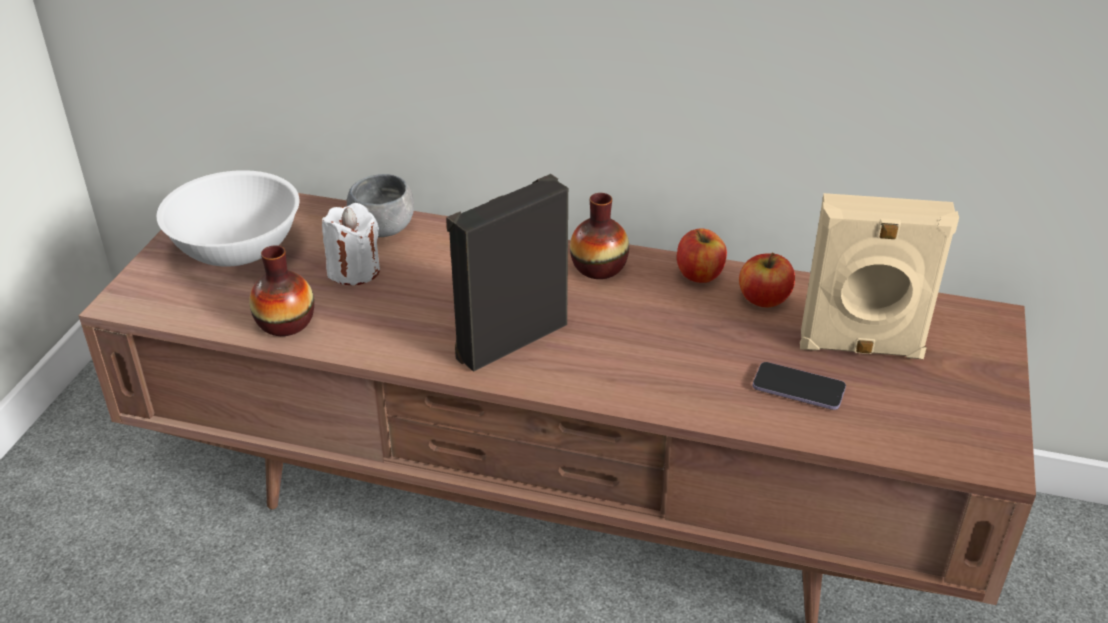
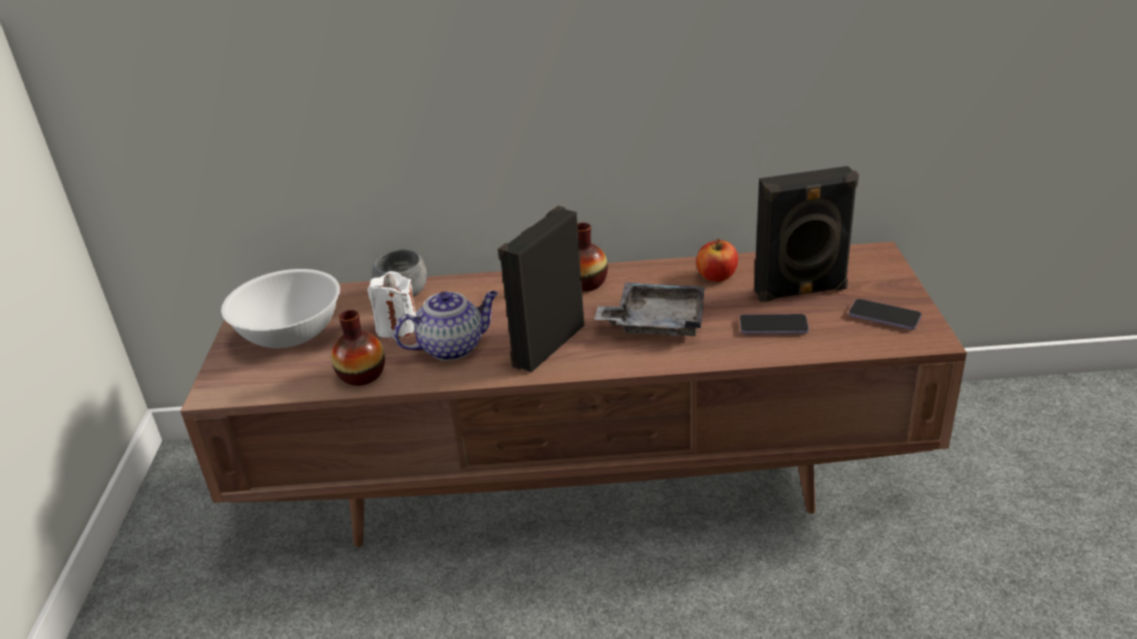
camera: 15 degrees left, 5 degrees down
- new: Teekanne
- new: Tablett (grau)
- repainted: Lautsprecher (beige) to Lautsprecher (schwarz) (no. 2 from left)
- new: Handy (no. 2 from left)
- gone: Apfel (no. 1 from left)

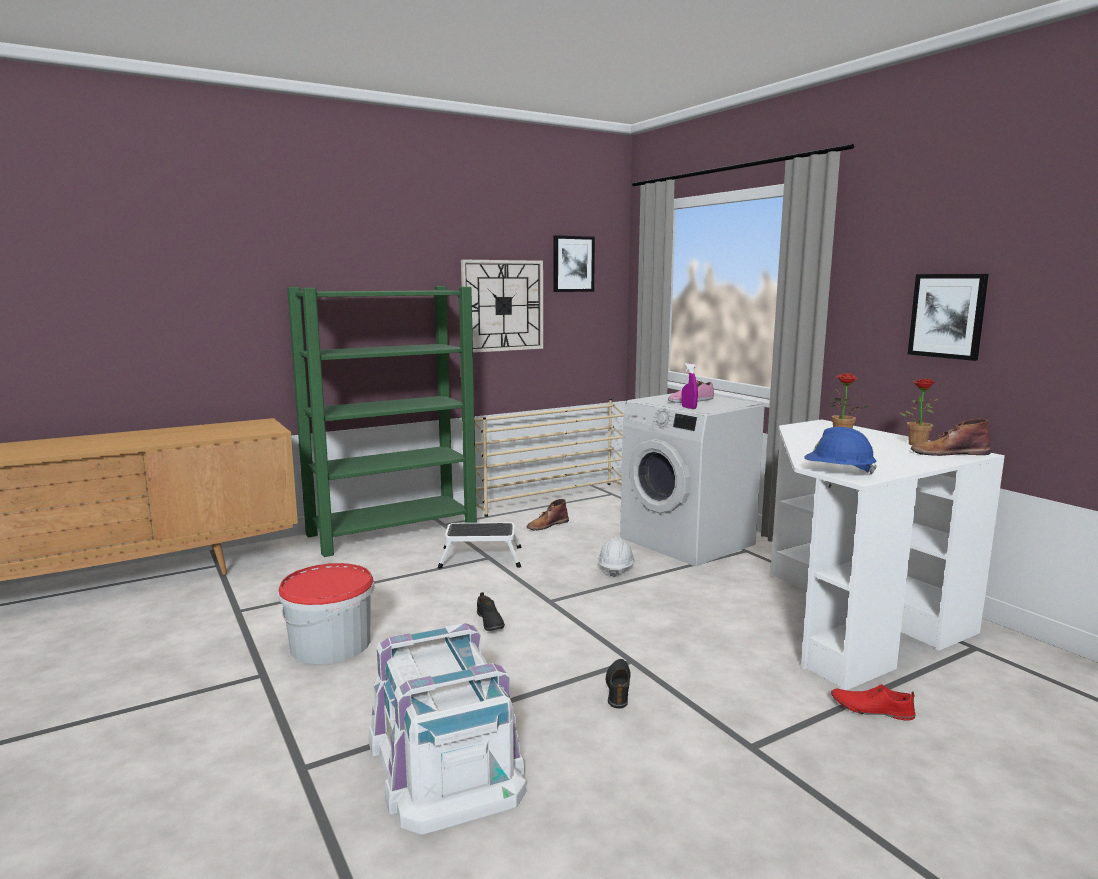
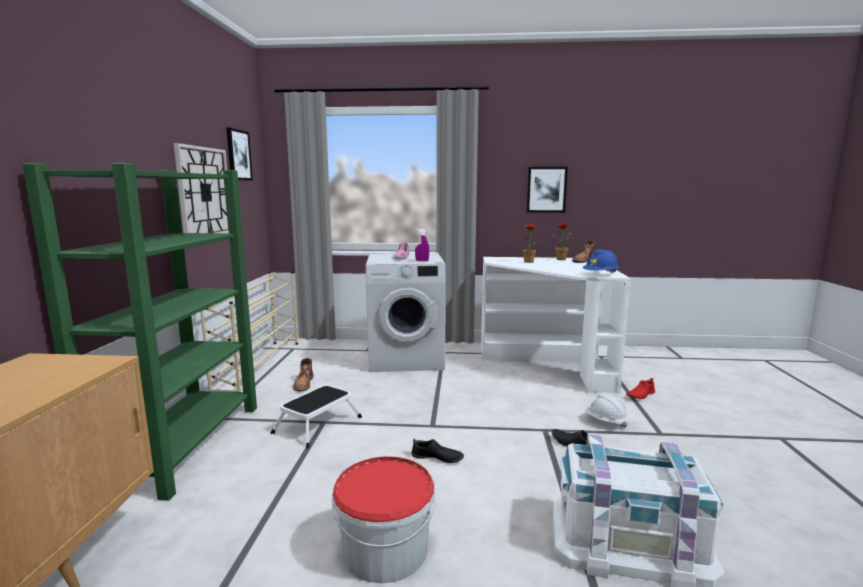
camera: 55 degrees left, 0 degrees up
- shifted: Schutzhelm (weiß)

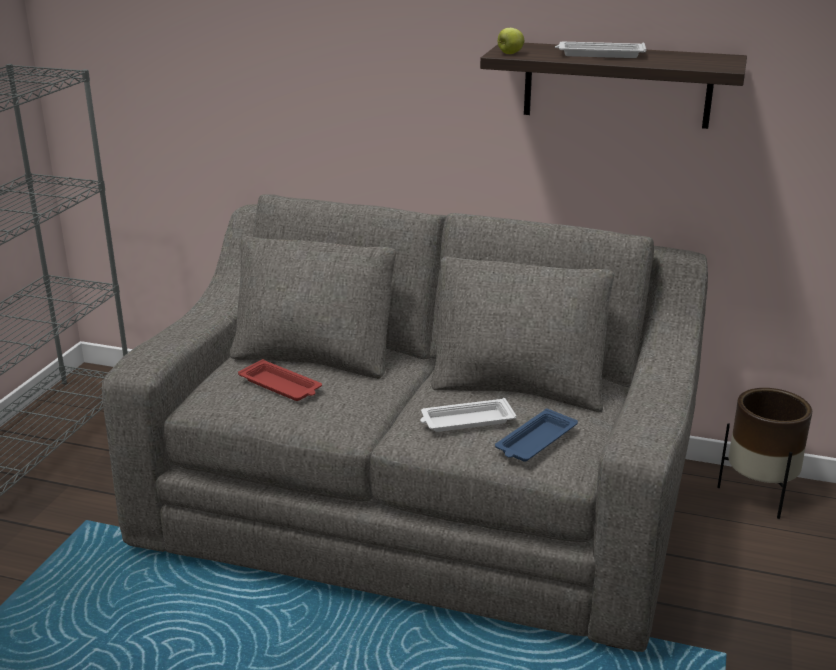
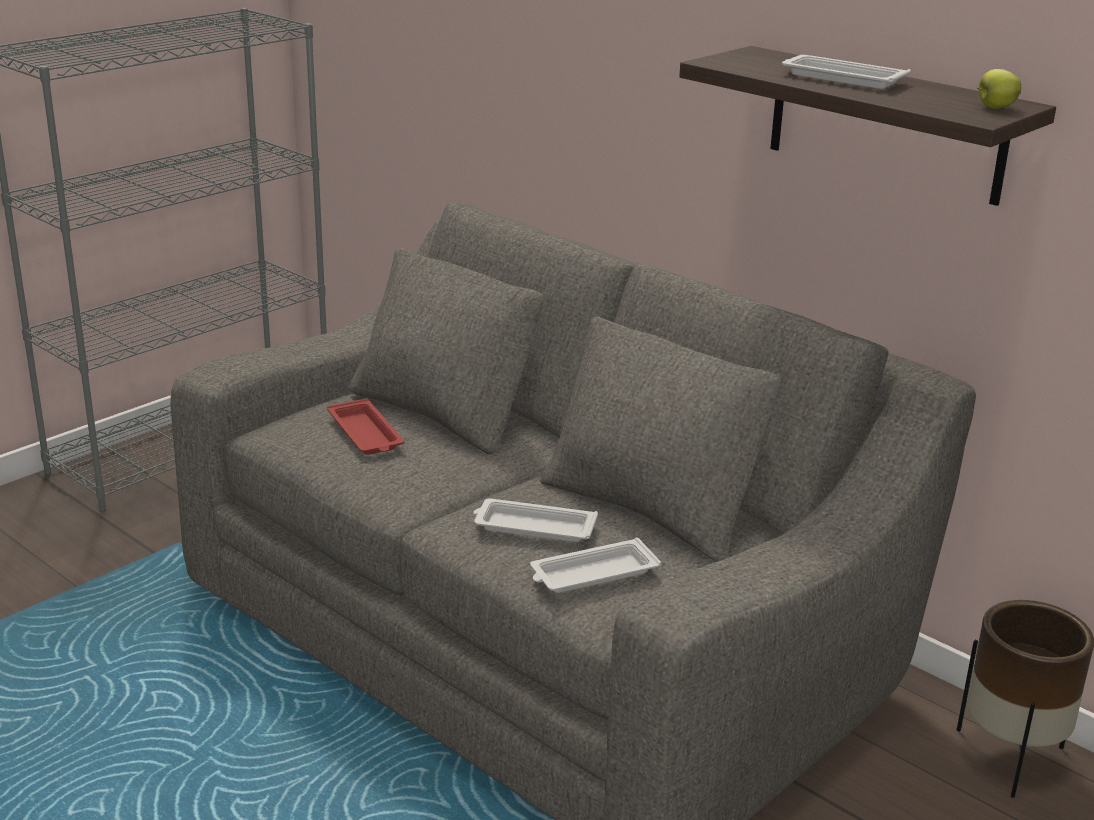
camera: 25 degrees right, 0 degrees up
- repainted: Tablett (blau) to Tablett (weiß) (no. 2 from left)
- shifted: Apfel

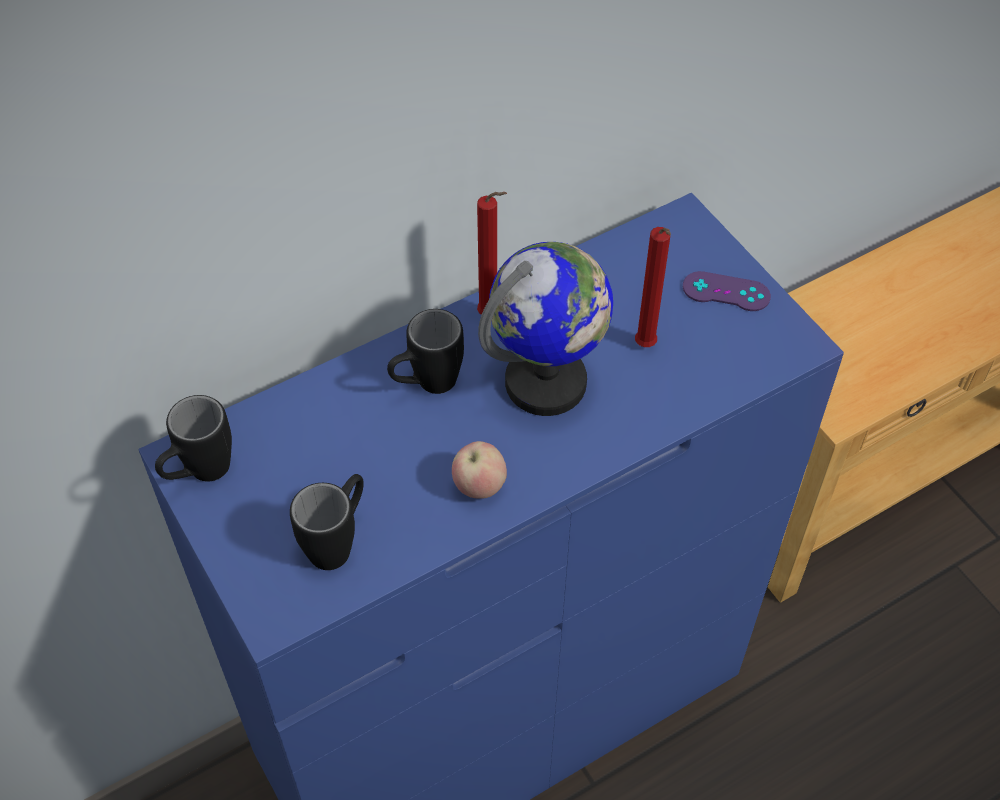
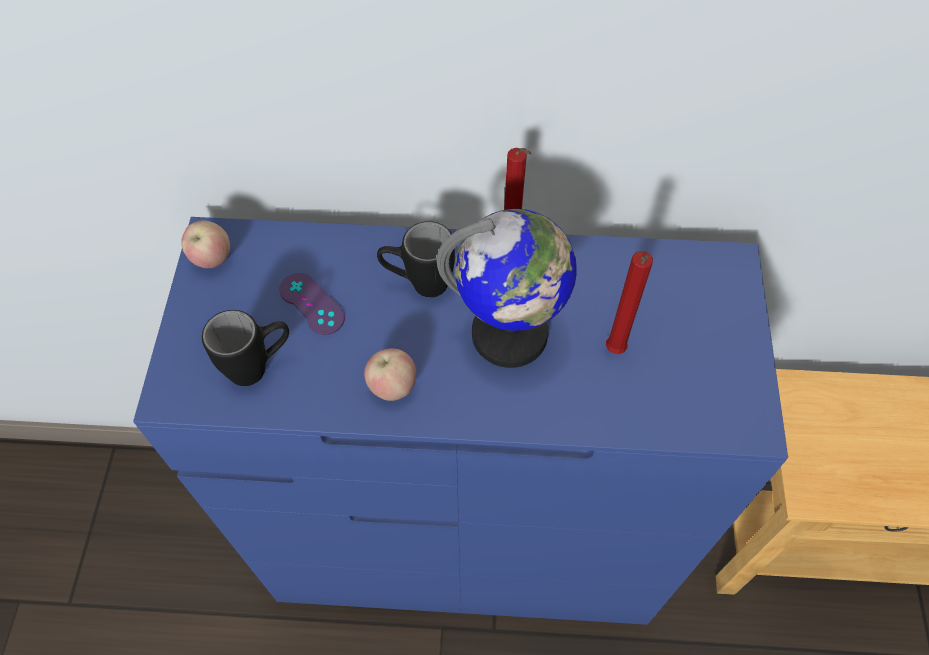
camera: 35 degrees right, 5 degrees up
- swapped: Henkelbecher (schwarz) (no. 1 from left) to Apfel (no. 1 from left)
- shifted: Gamepad (lila)

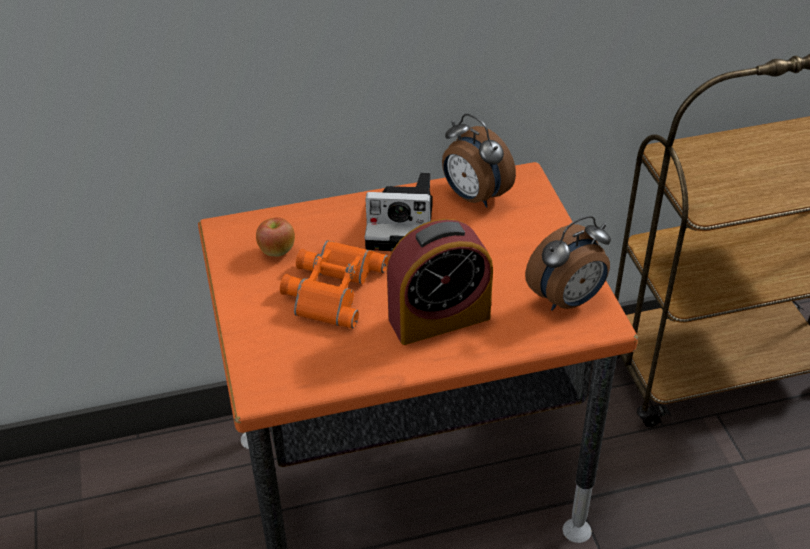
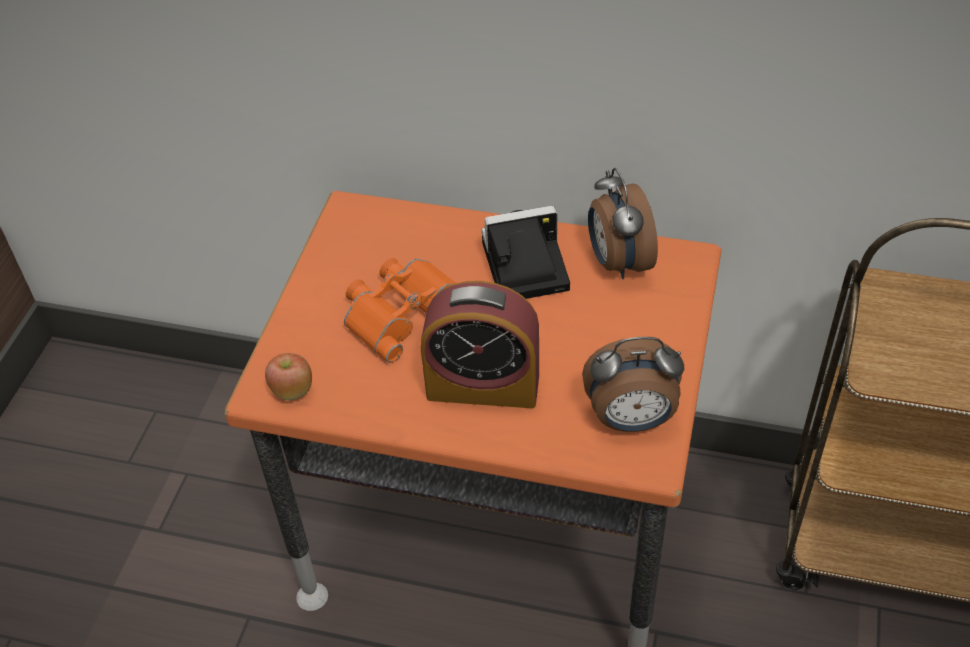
camera: 30 degrees right, 5 degrees up
- shifted: Apfel
- rotated: Kamera 135 degrees clockwise

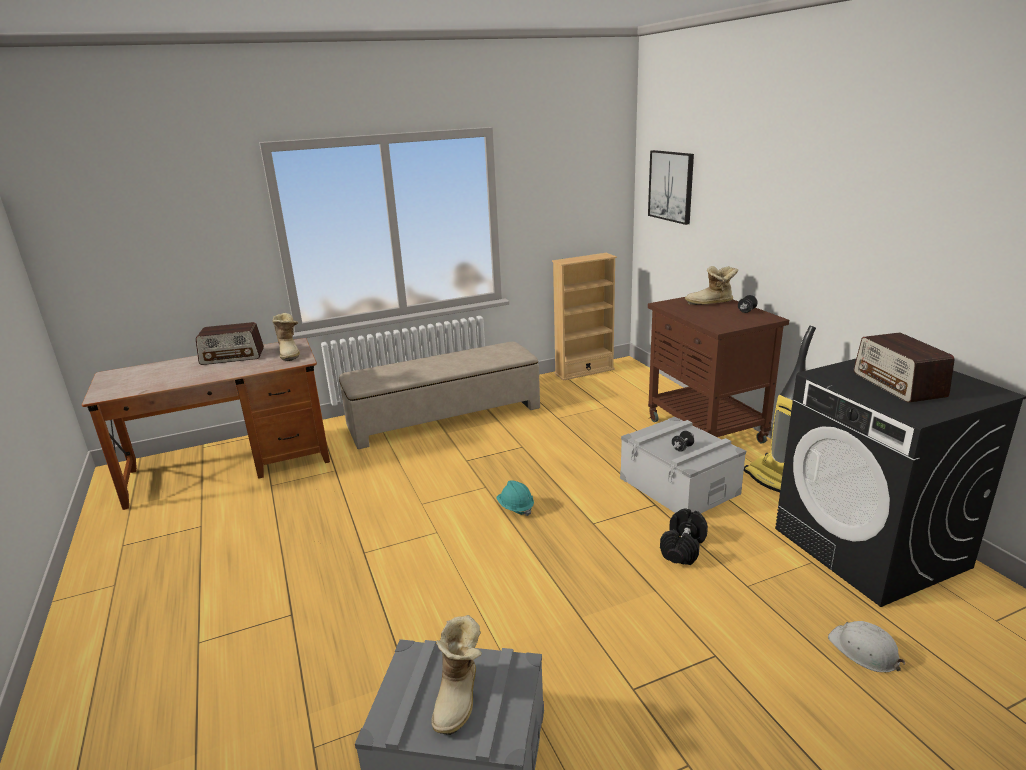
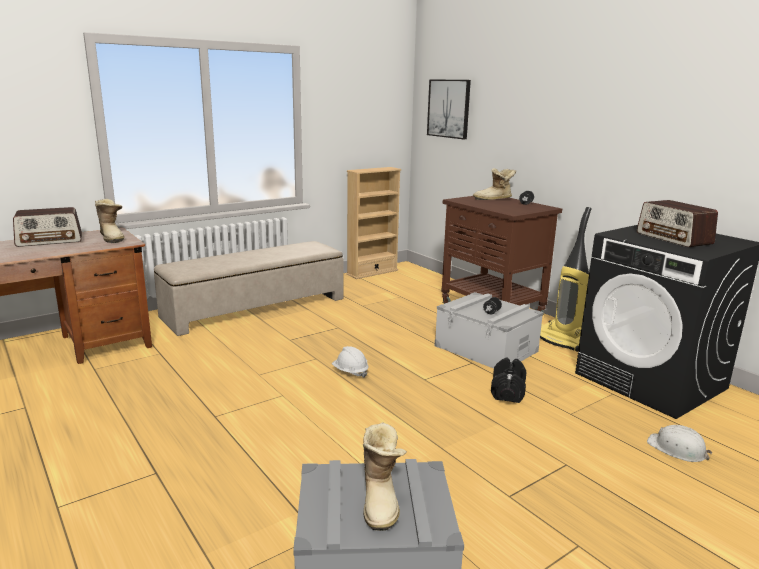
camera: 15 degrees left, 5 degrees down
- repainted: Schutzhelm (türkis) to Schutzhelm (weiß) (no. 1 from left)

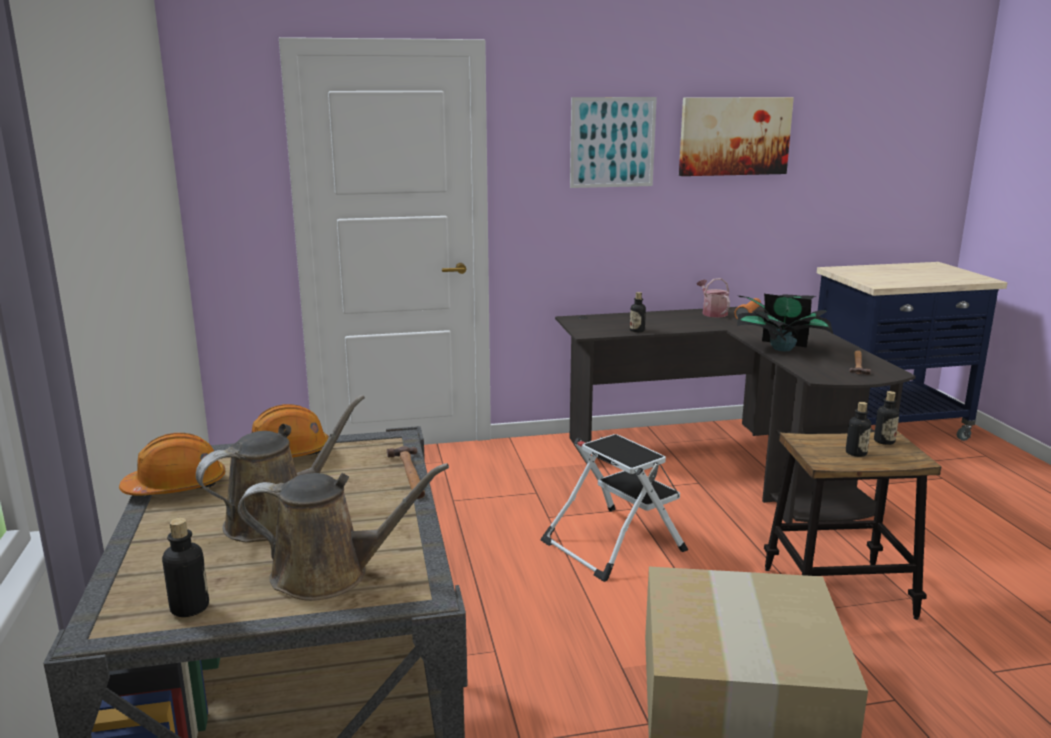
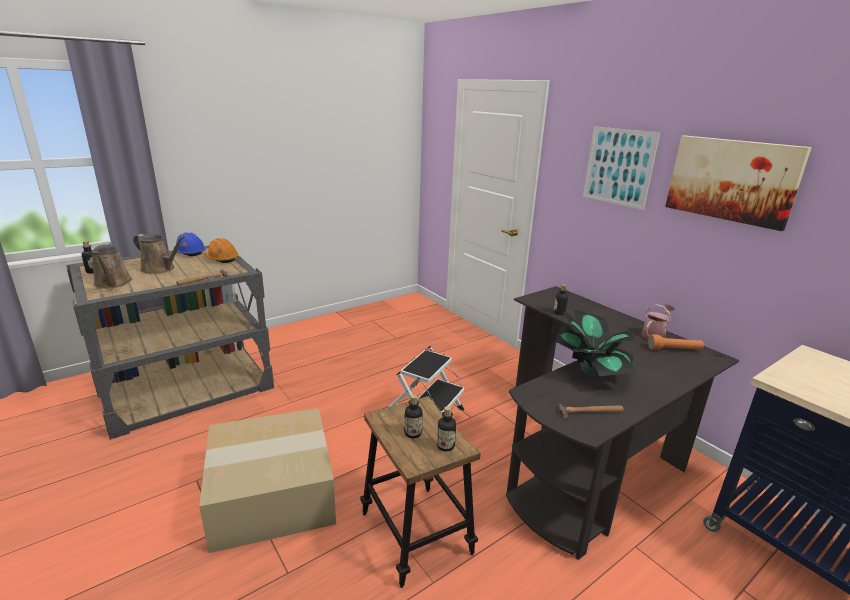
camera: 65 degrees right, 5 degrees up
- repainted: Schutzhelm (orange) (no. 1 from left) to Schutzhelm (blau)

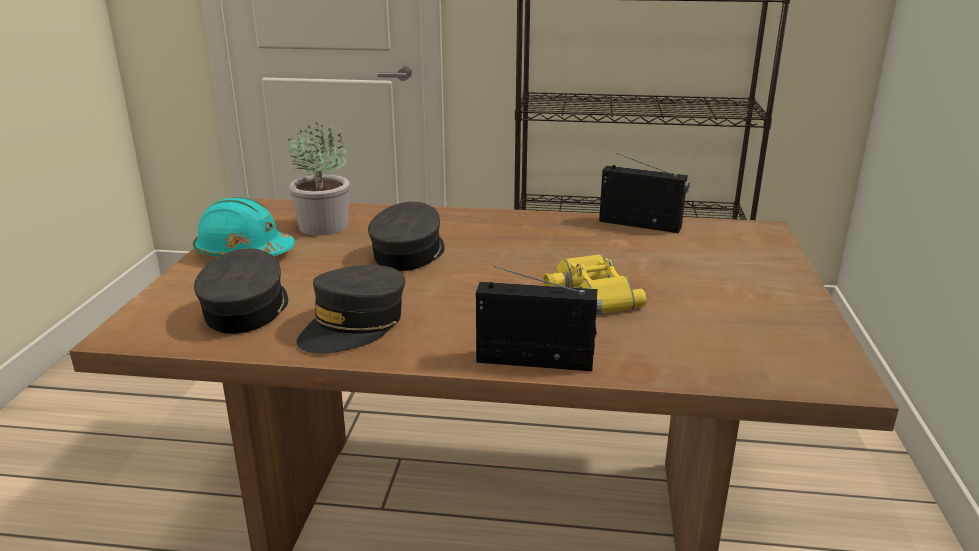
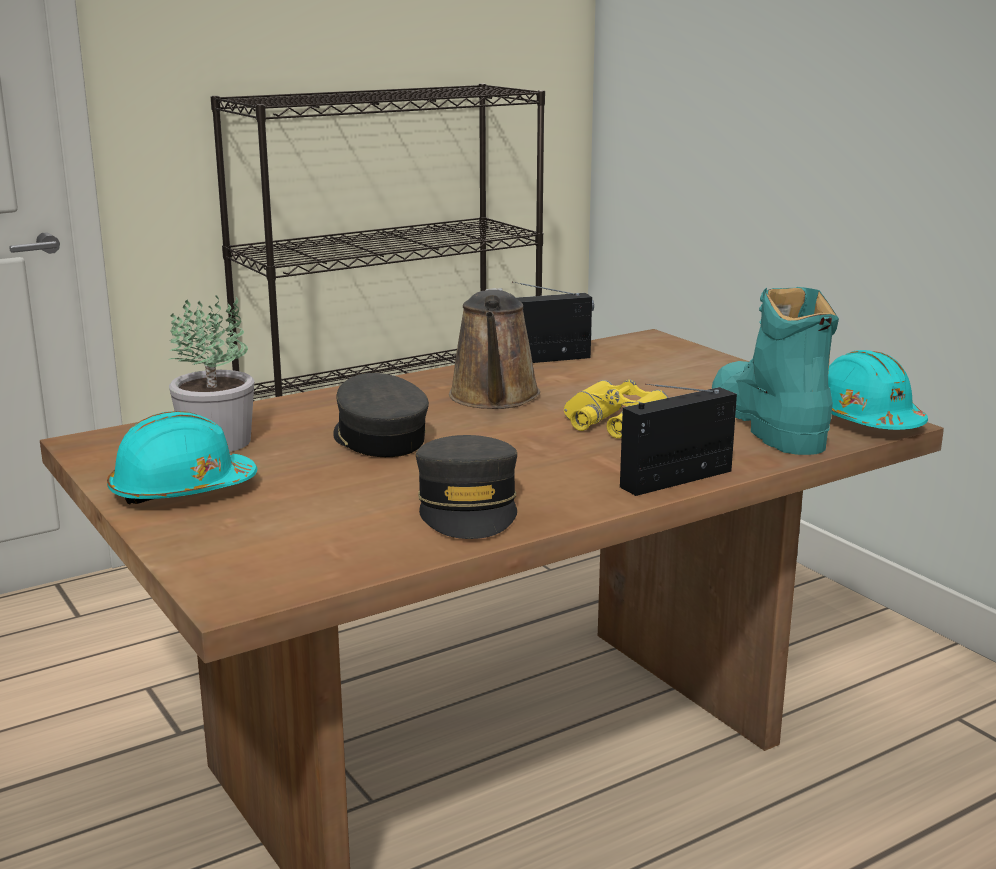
camera: 40 degrees left, 5 degrees down
- new: Gießkanne (braun)
- new: Stiefel (türkis)
- new: Schutzhelm (türkis) (no. 2 from left)
- gone: Kappe (grau) (no. 1 from left)

